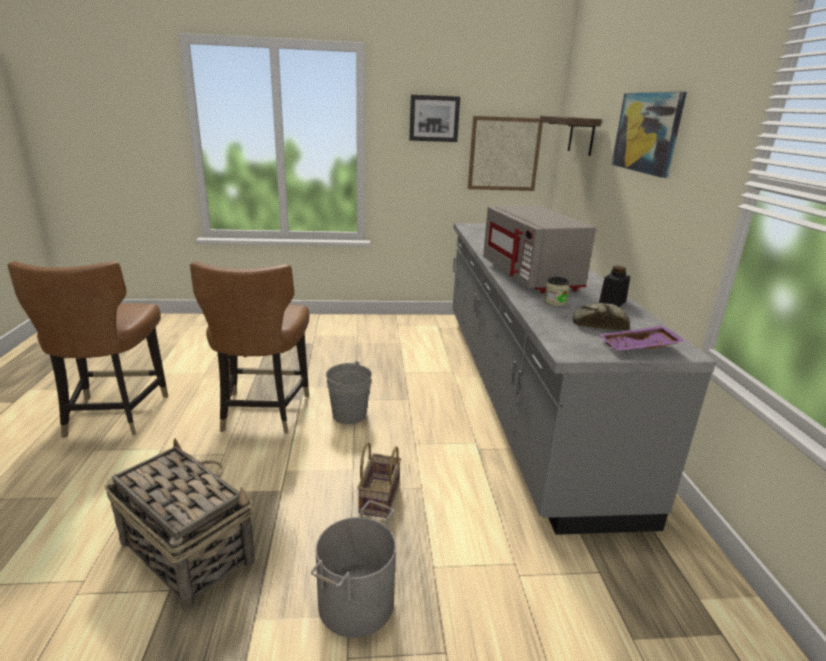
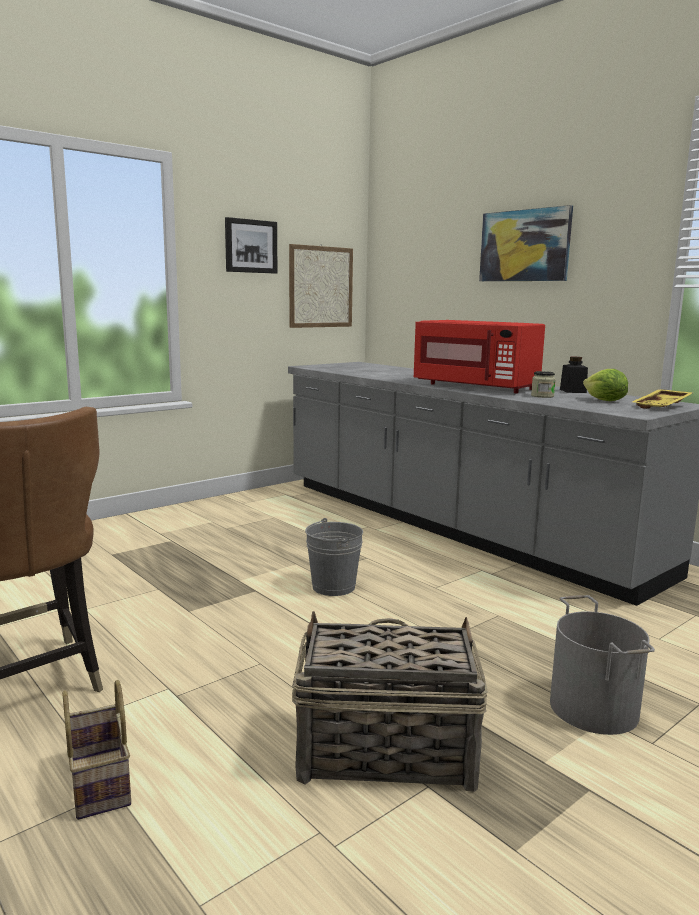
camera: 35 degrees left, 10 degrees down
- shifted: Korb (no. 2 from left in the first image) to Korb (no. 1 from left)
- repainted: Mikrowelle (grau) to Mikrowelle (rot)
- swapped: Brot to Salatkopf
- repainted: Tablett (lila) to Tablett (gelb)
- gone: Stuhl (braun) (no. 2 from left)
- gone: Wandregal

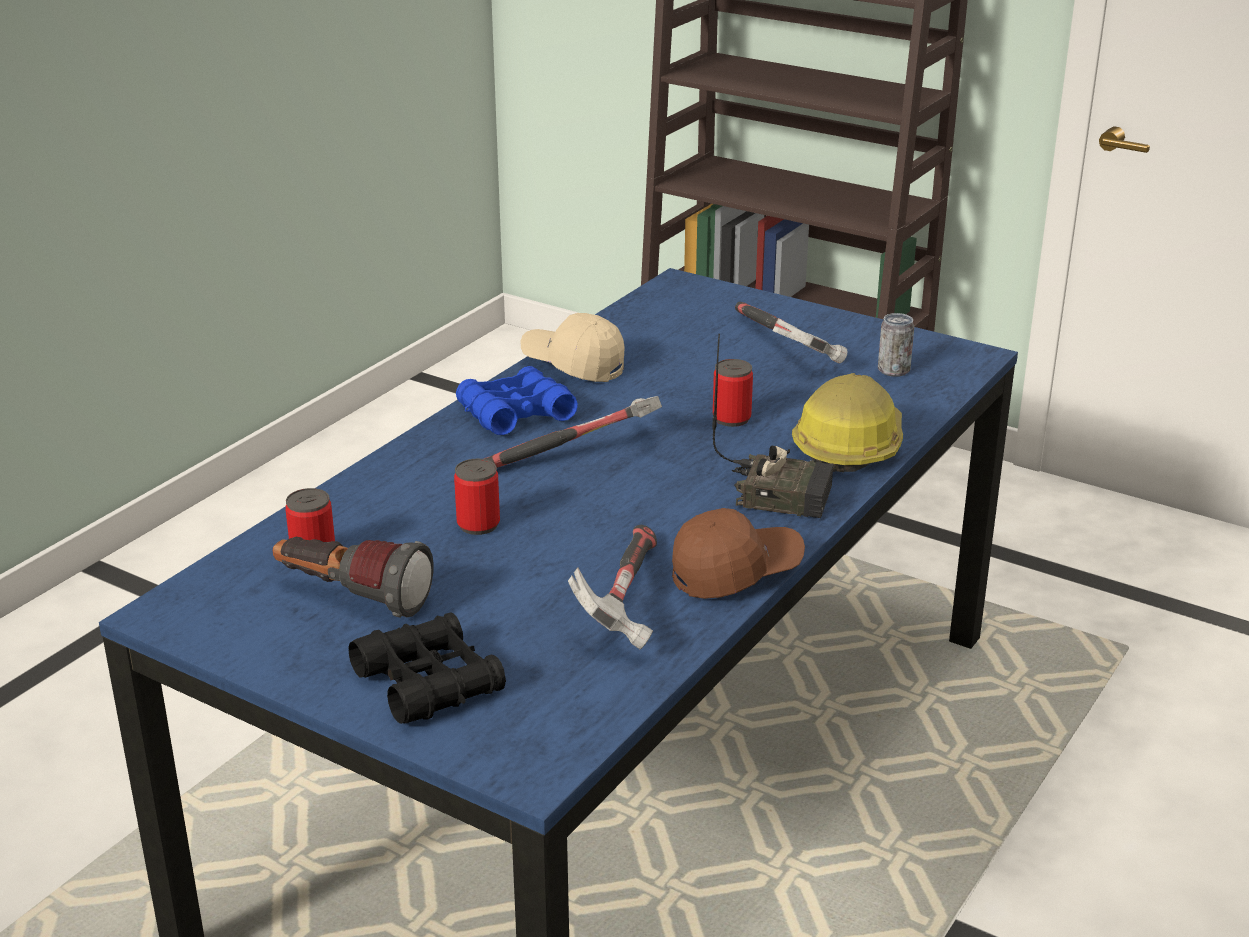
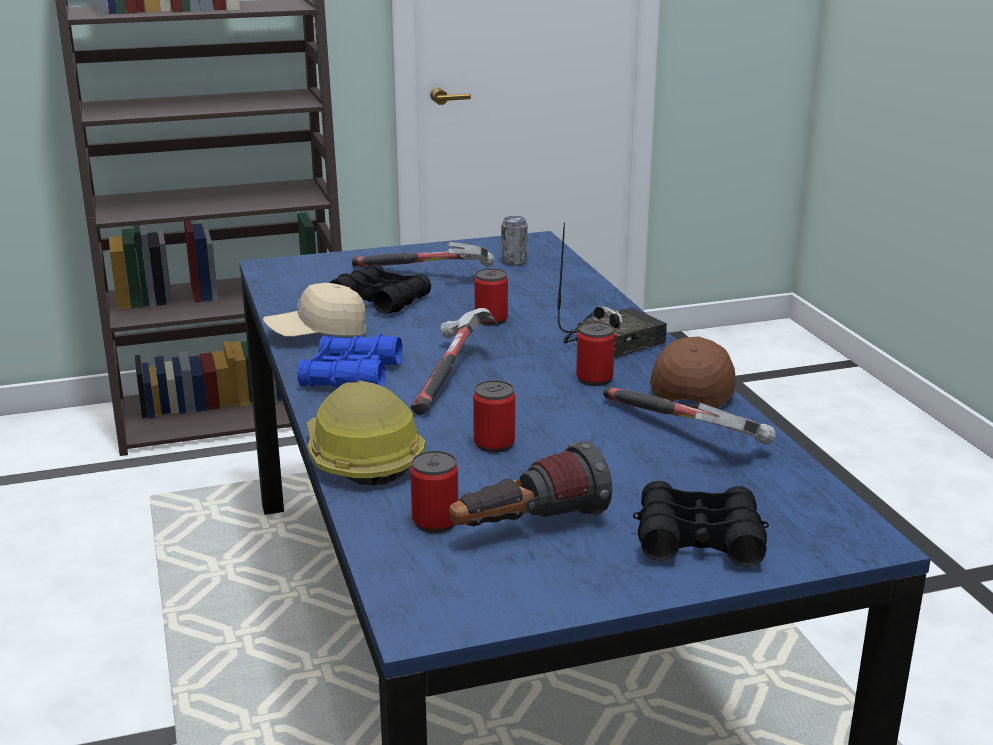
camera: 50 degrees left, 5 degrees down
- shifted: Schutzhelm
- new: Fernglas (schwarz) (no. 1 from left)
- new: Dose (no. 5 from left)

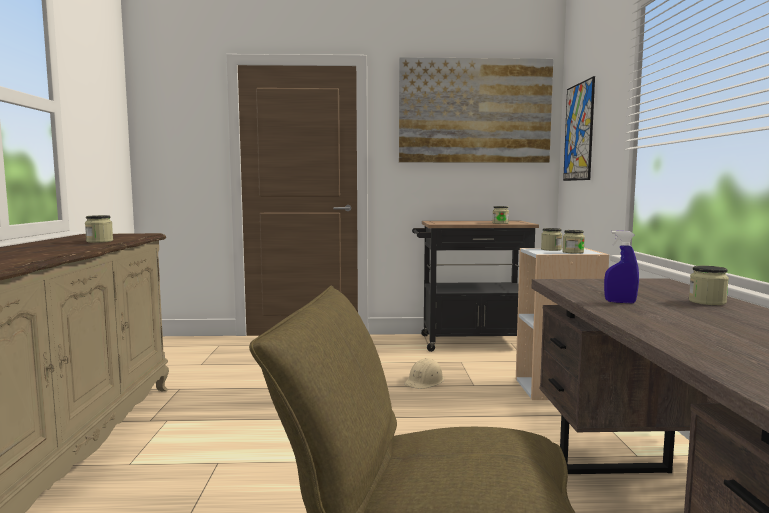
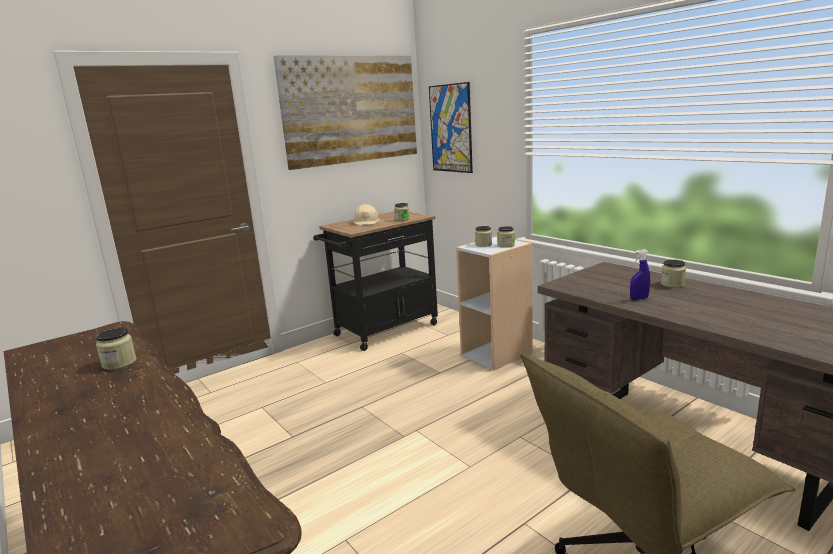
camera: 35 degrees left, 10 degrees up
- shifted: Schutzhelm (beige)

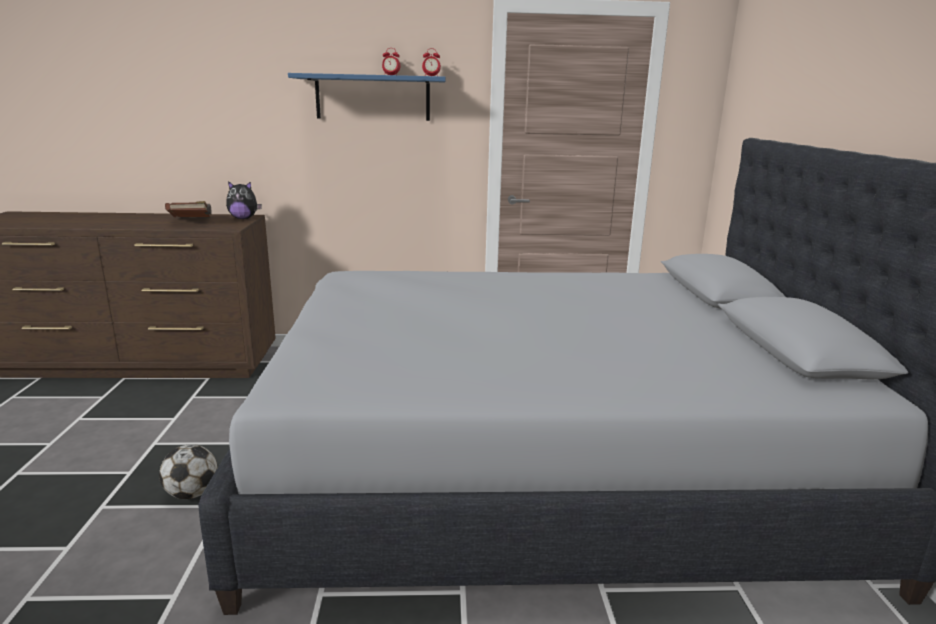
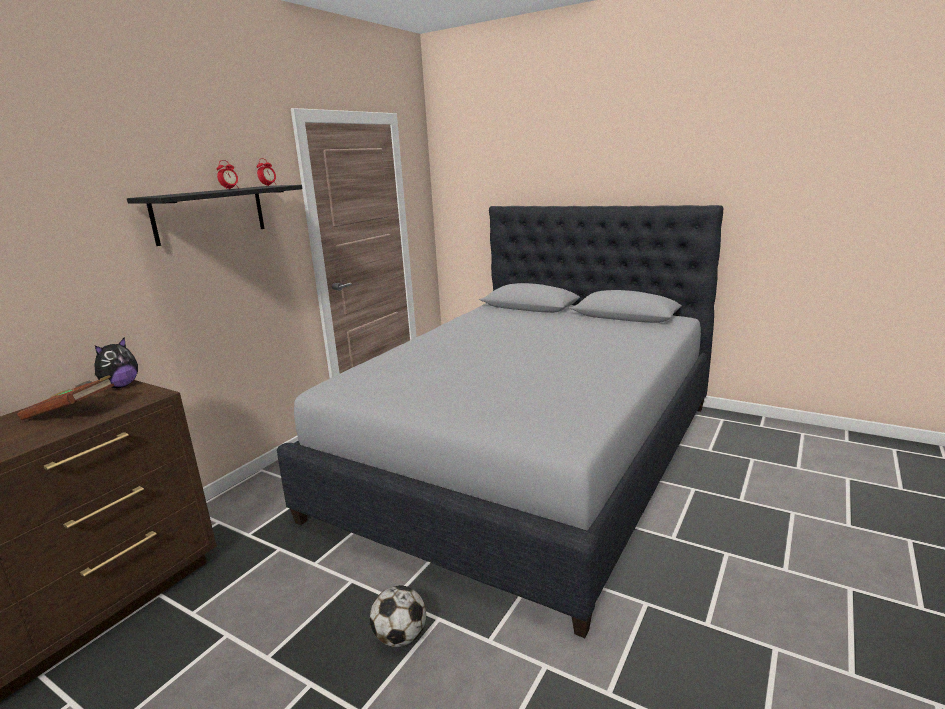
camera: 55 degrees left, 0 degrees up
- repainted: Wandregal (blau) to Wandregal (schwarz)

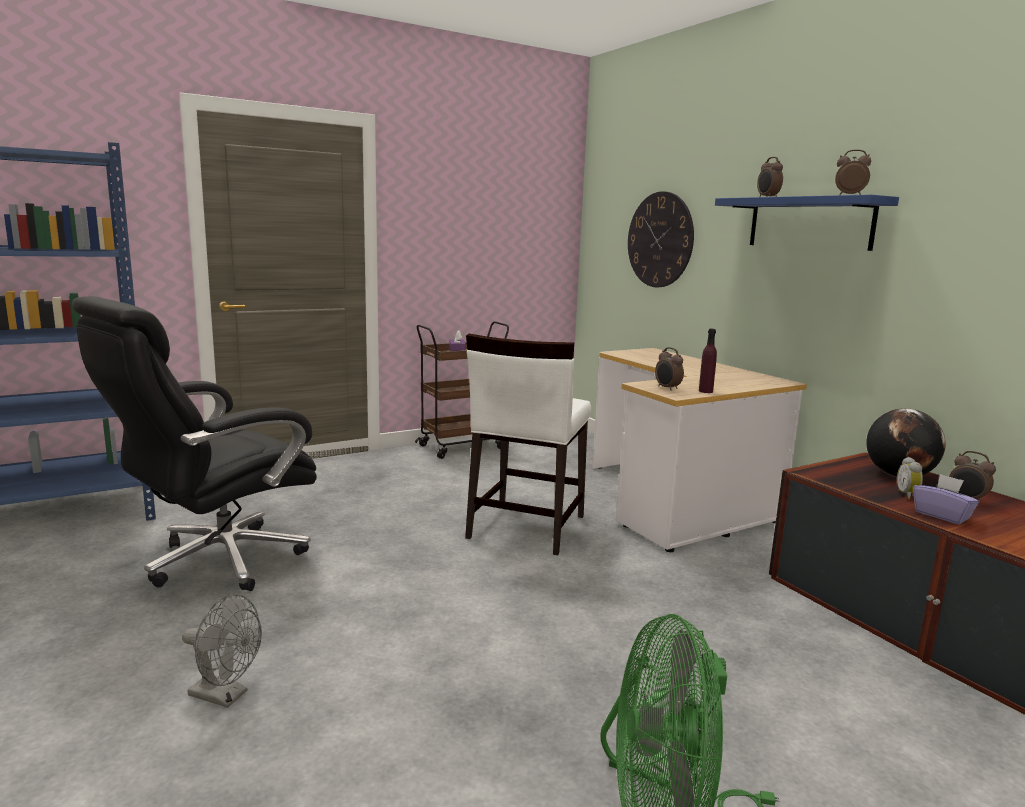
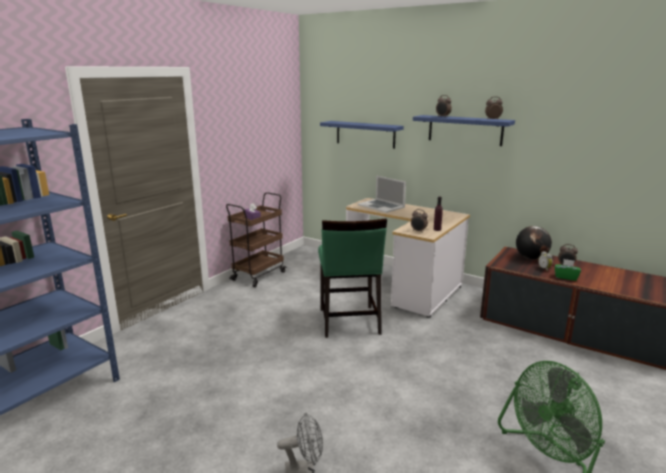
camera: 25 degrees left, 5 degrees up
- repainted: Stuhl (weiß) to Stuhl (grün)
- swapped: Wanduhr to Wandregal (blau) (no. 1 from left)
- new: Laptop
- repainted: Taschentuchbox (lila) (no. 2 from left) to Taschentuchbox (grün)
- gone: Bürostuhl (schwarz)

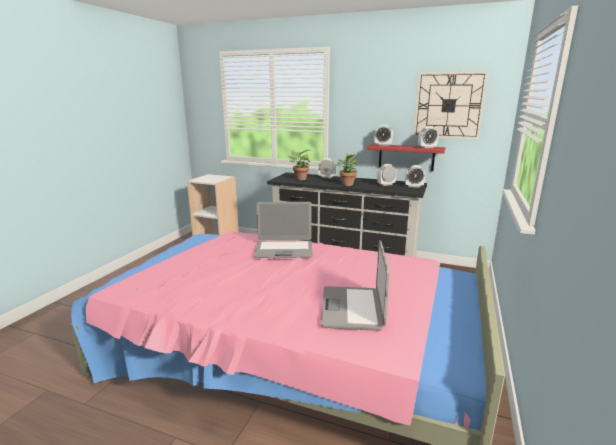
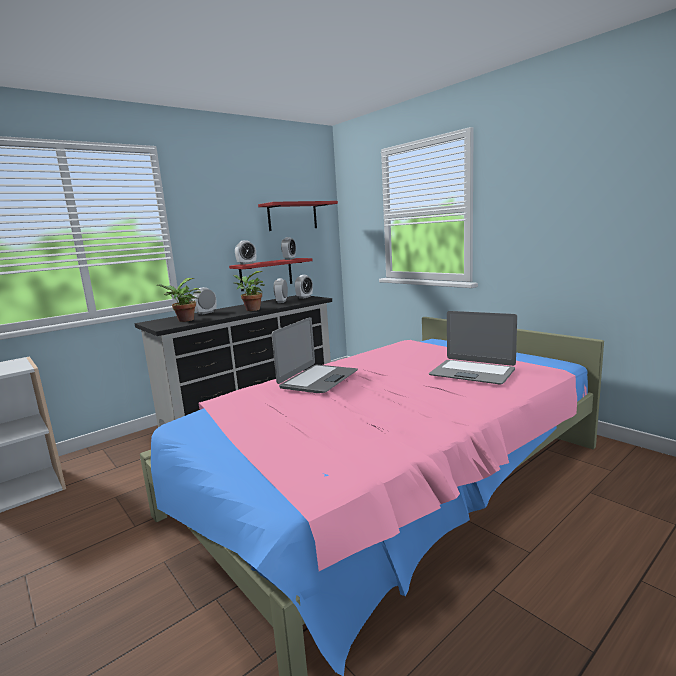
camera: 60 degrees left, 5 degrees down
- swapped: Wanduhr to Wandregal (rot) (no. 2 from left)

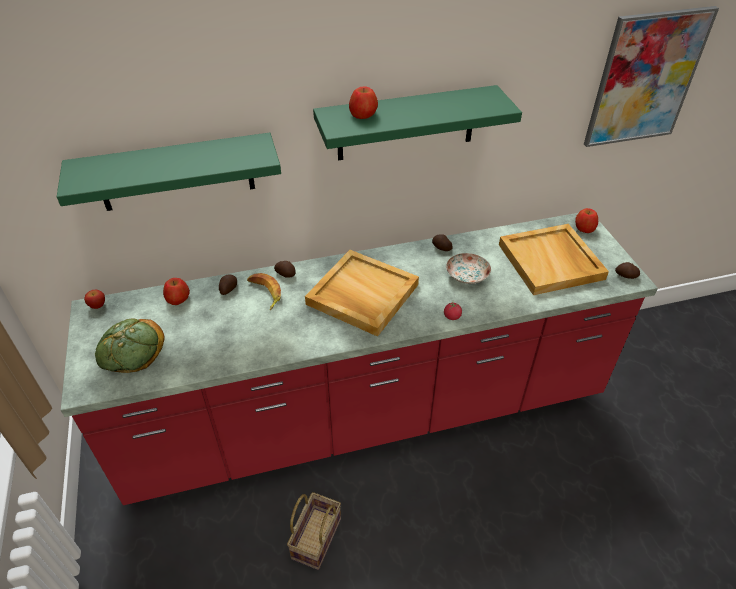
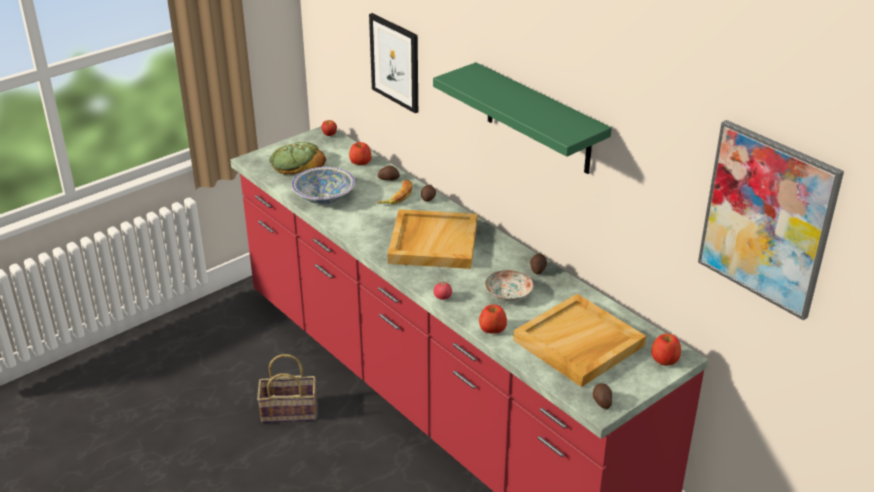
camera: 65 degrees right, 10 degrees down
- new: Schüssel
- swapped: Wandregal (grün) (no. 1 from left) to Bild (no. 1 from left)
- shifted: Apfel (no. 3 from left)

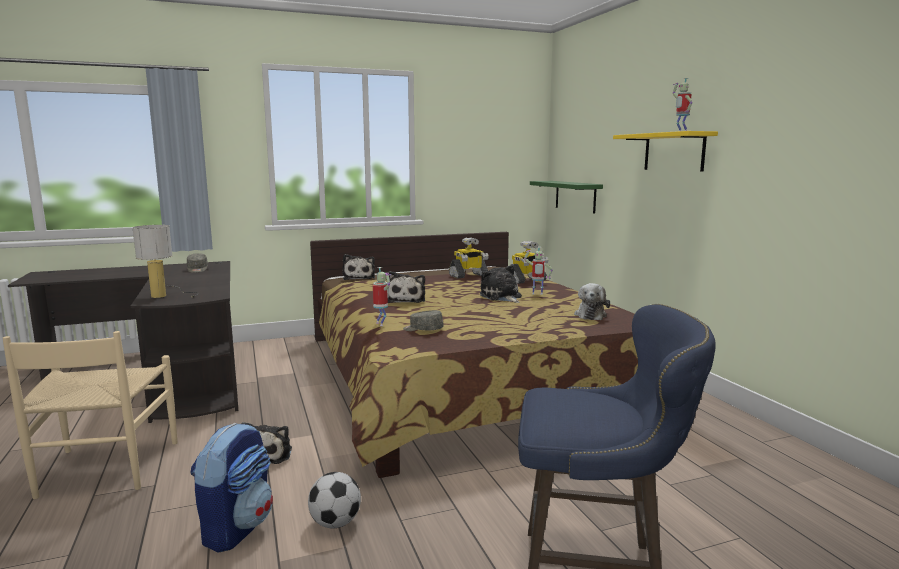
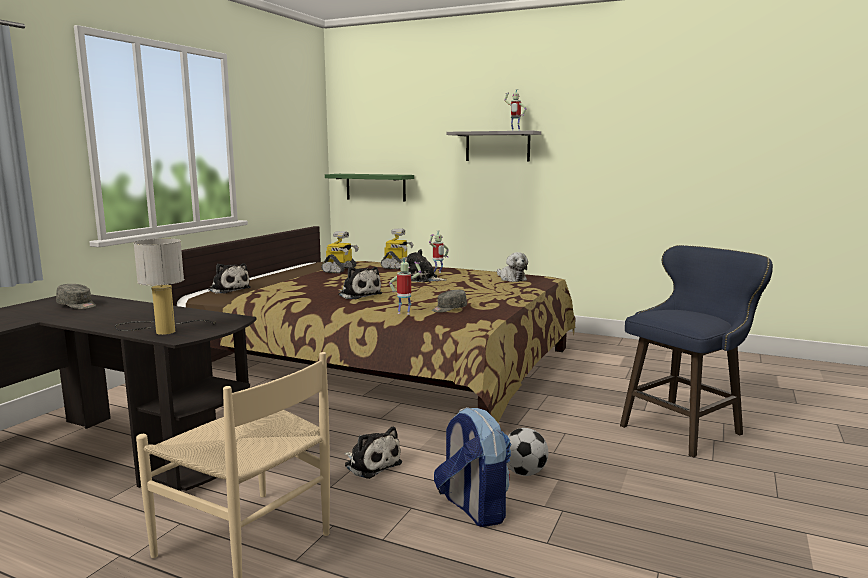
camera: 45 degrees left, 0 degrees up
- repainted: Wandregal (gelb) to Wandregal (grau)

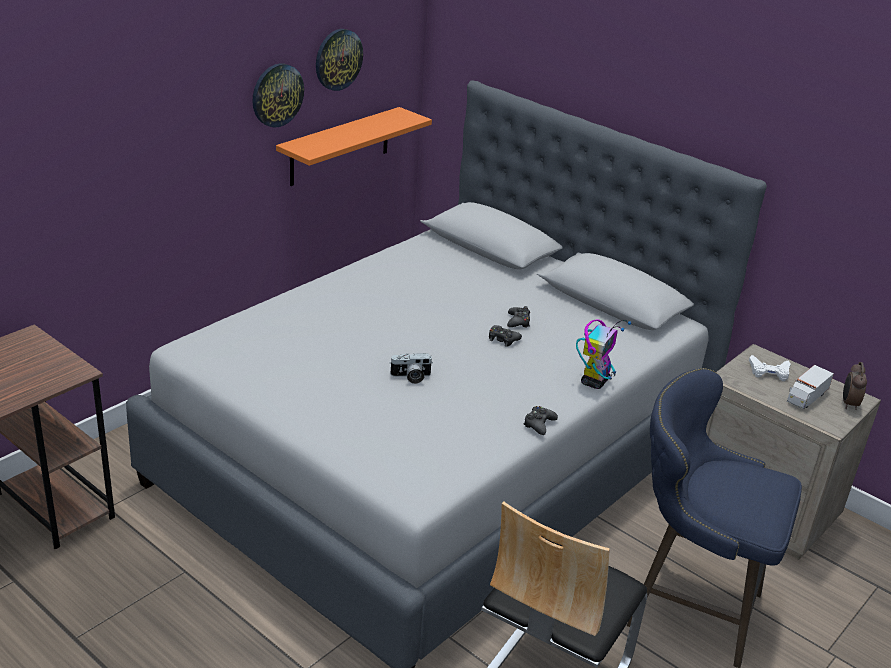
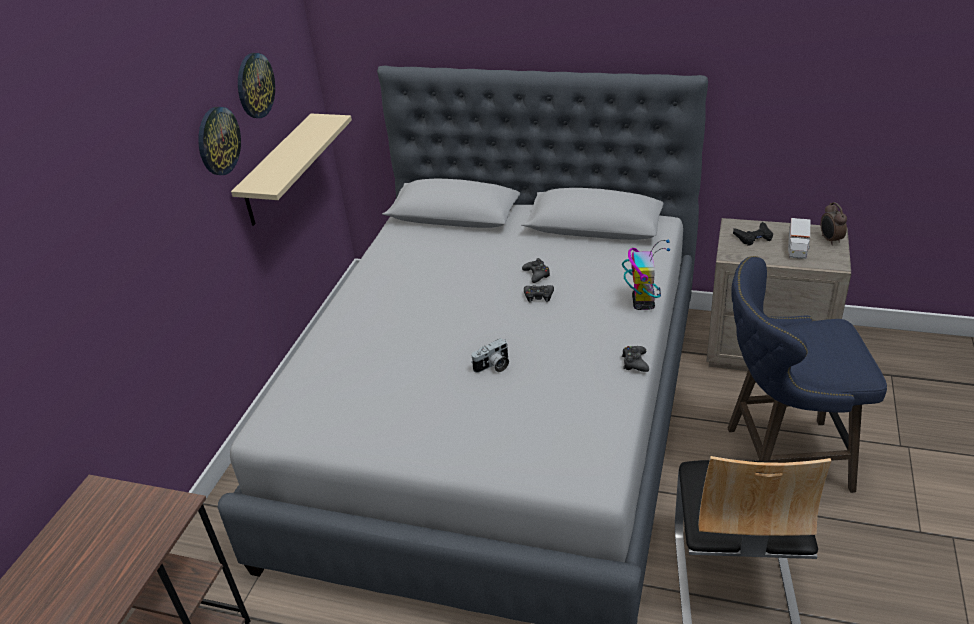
camera: 20 degrees left, 5 degrees up
- repainted: Wandregal (orange) to Wandregal (beige)
- repainted: Gamepad (weiß) to Gamepad (schwarz) (no. 4 from left)

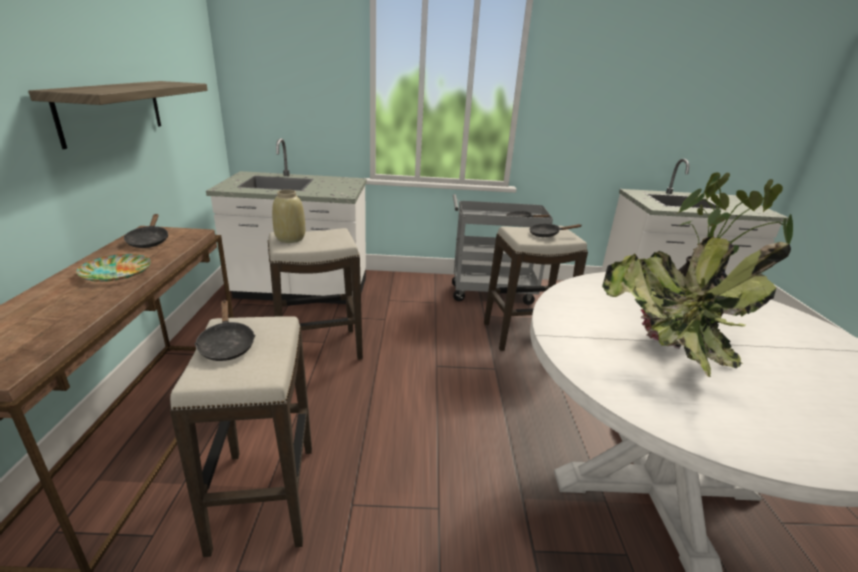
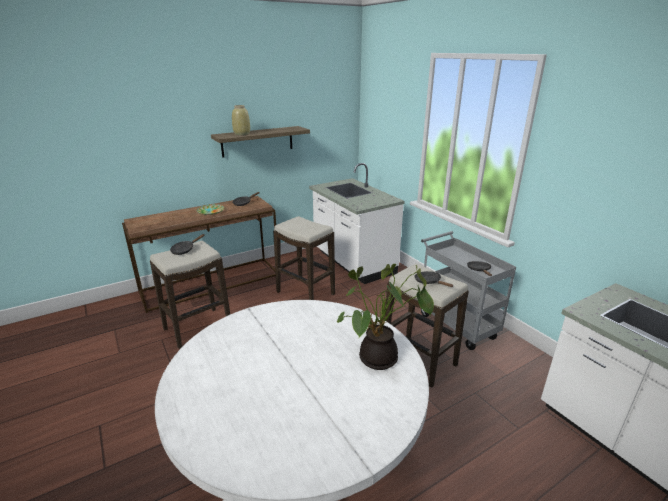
camera: 60 degrees right, 0 degrees up
- shifted: Vase (beige)
- gone: Topfpflanze (no. 1 from left)

